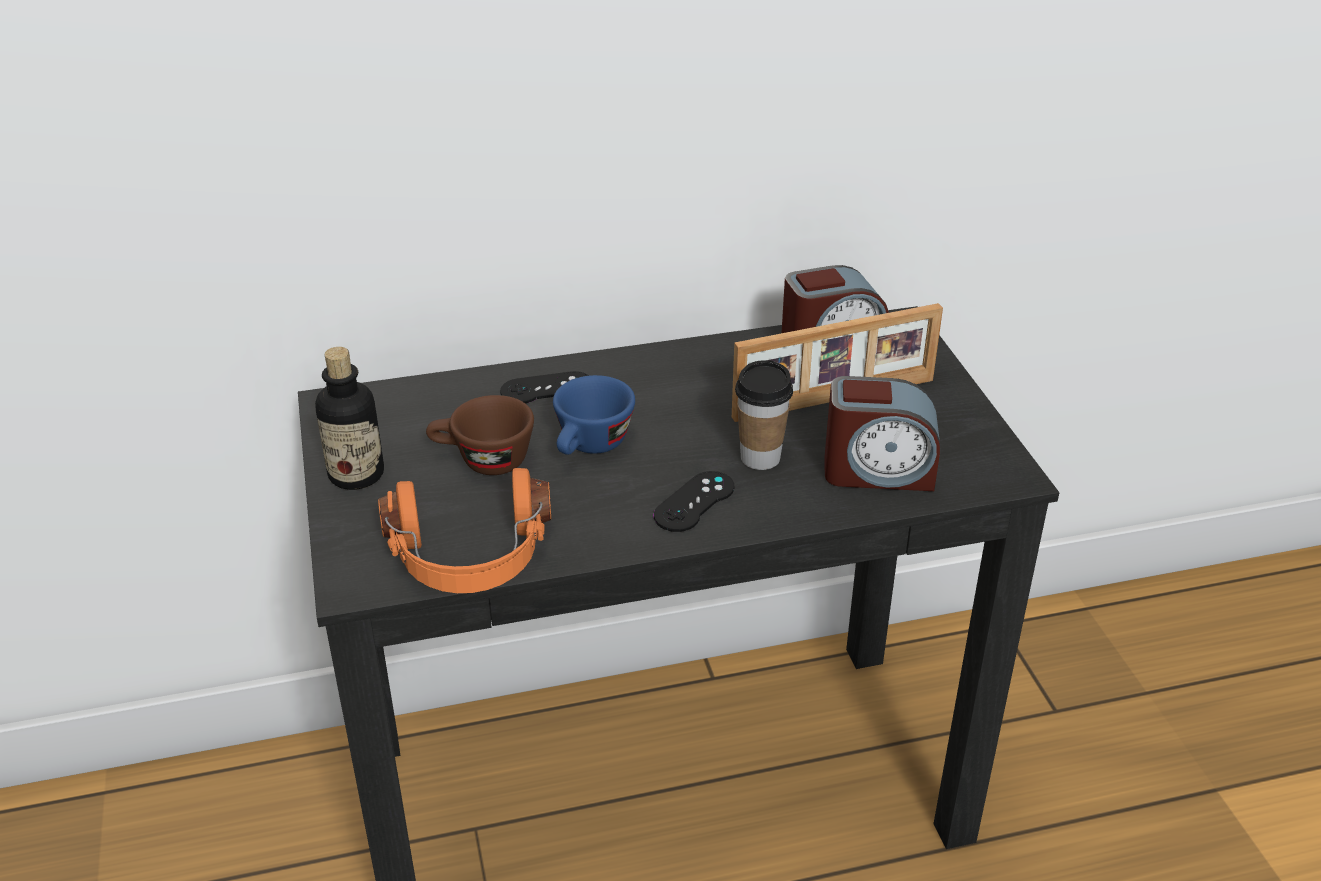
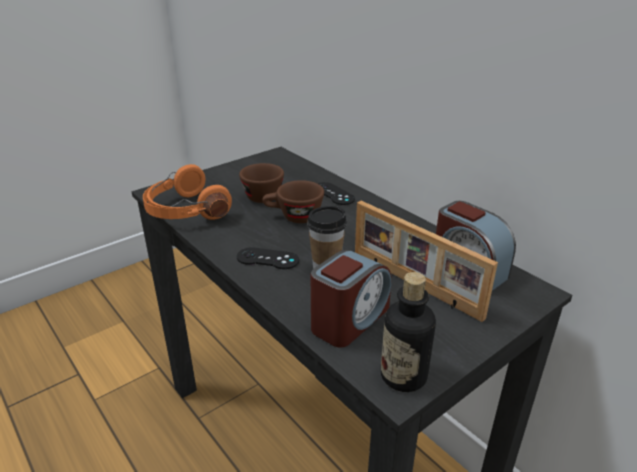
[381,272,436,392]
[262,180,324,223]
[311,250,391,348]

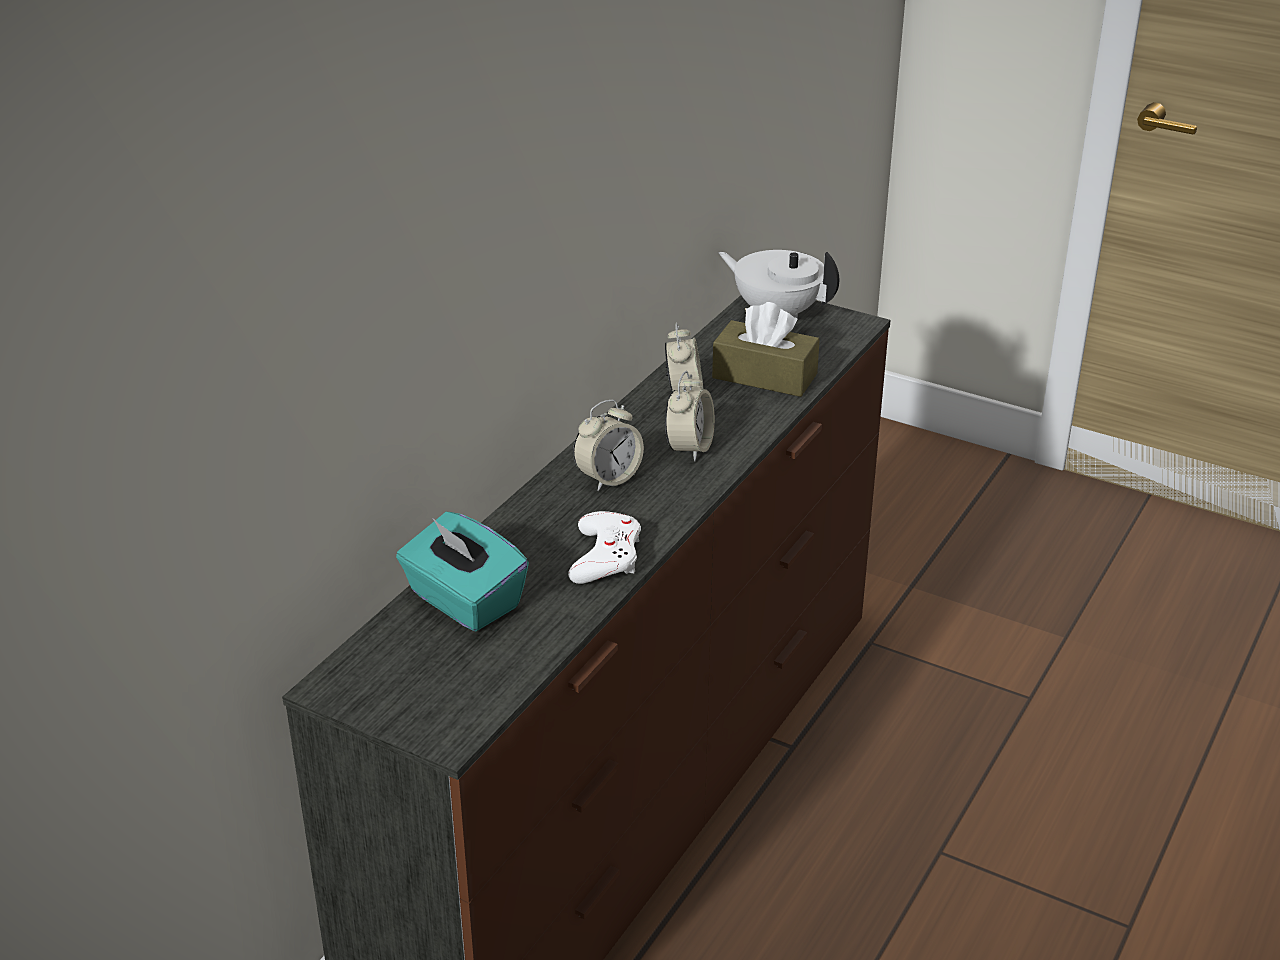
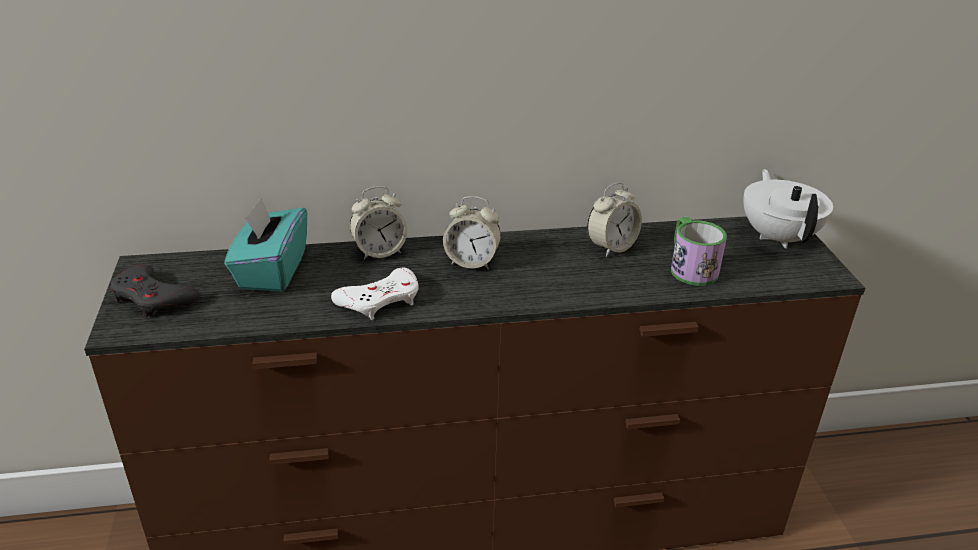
[671,217,727,286]
[350,186,407,260]
[110,264,200,318]

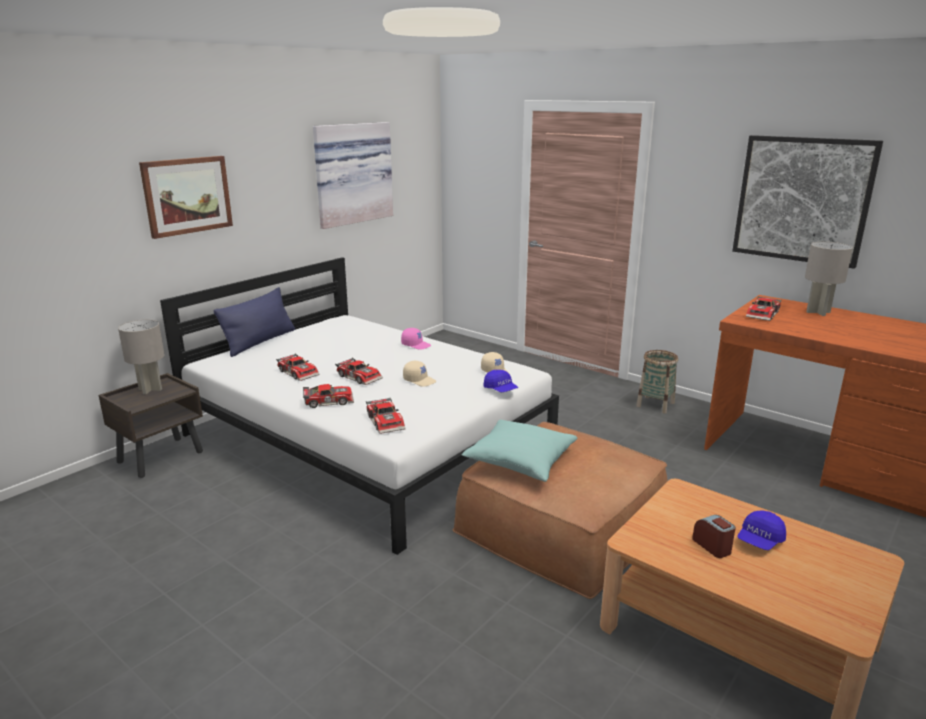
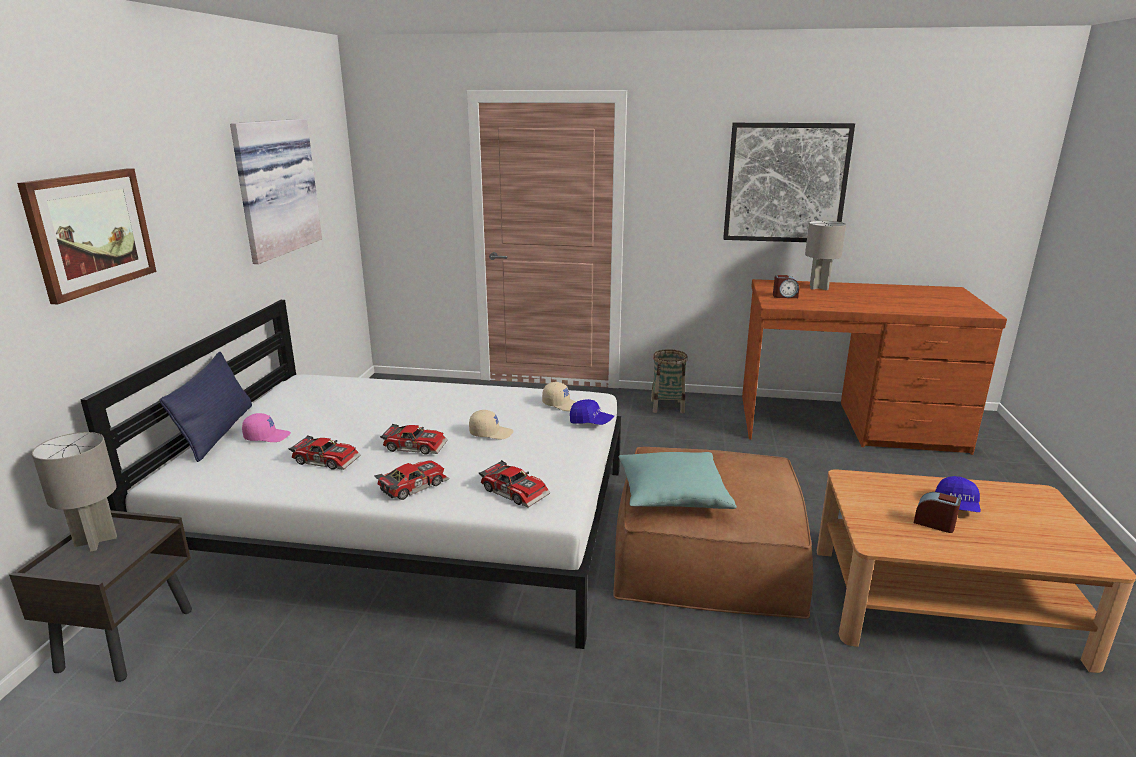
[773,275,799,298]
[242,413,291,442]

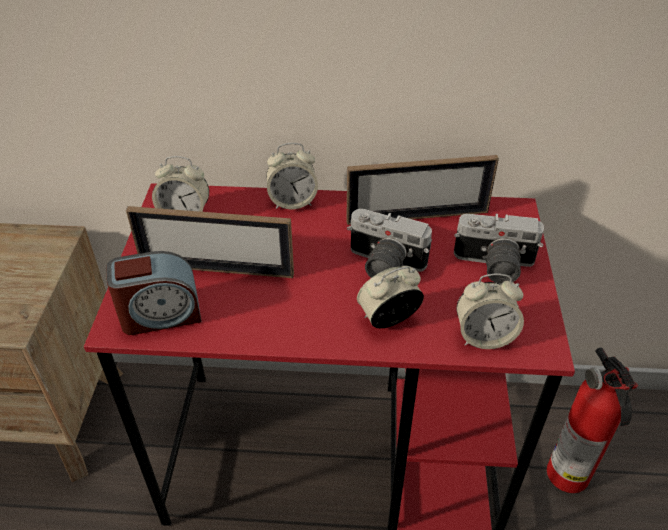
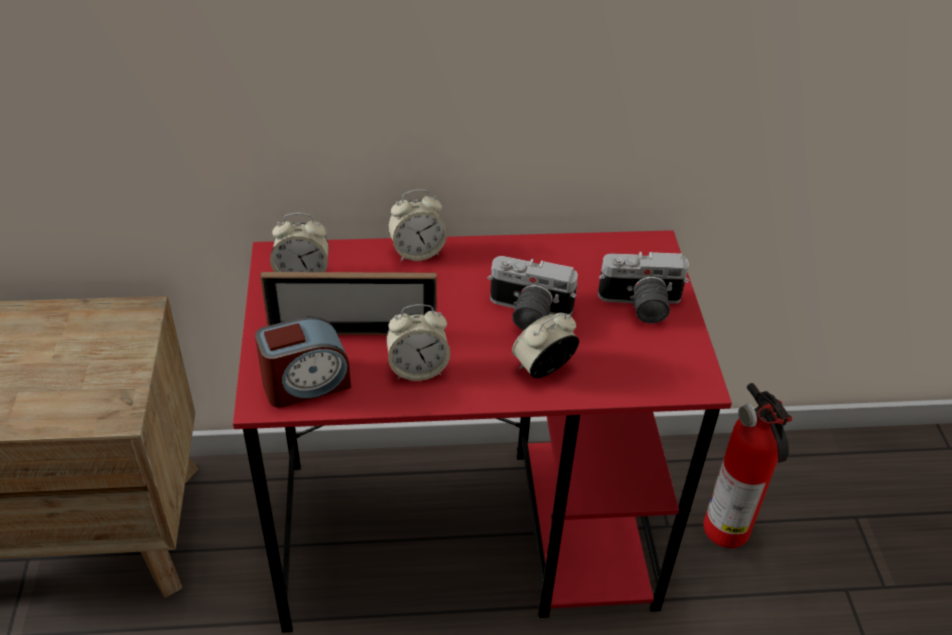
[346,155,499,225] (first image)
[386,304,450,381]

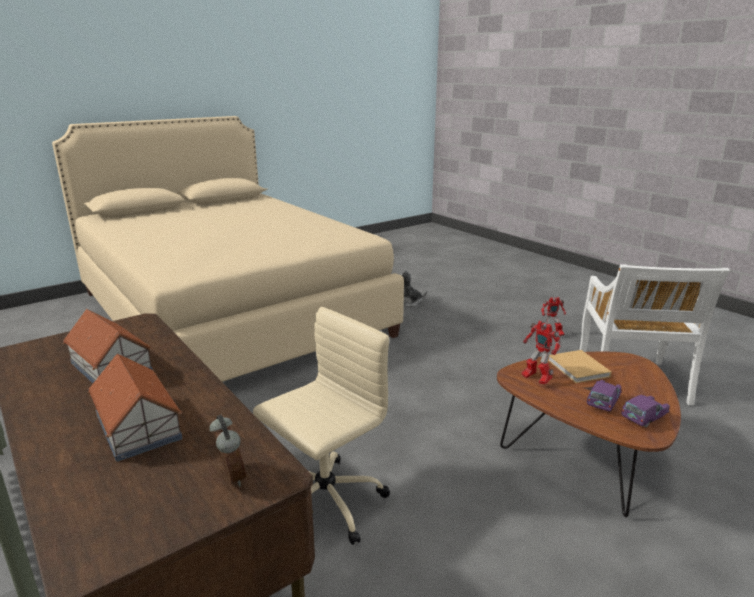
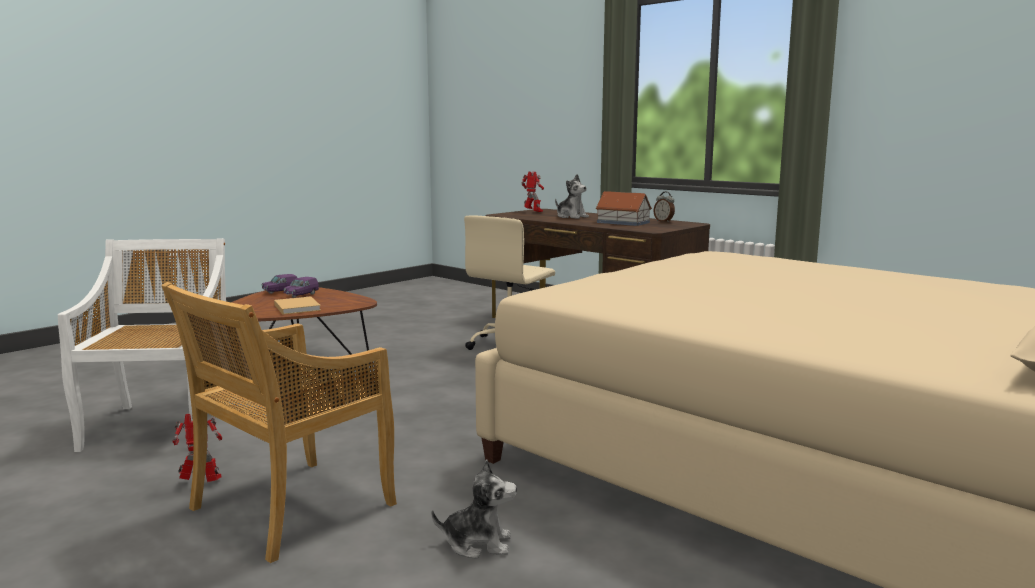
[522,171,544,212]
[555,174,589,219]
[654,191,675,222]
[161,282,397,563]

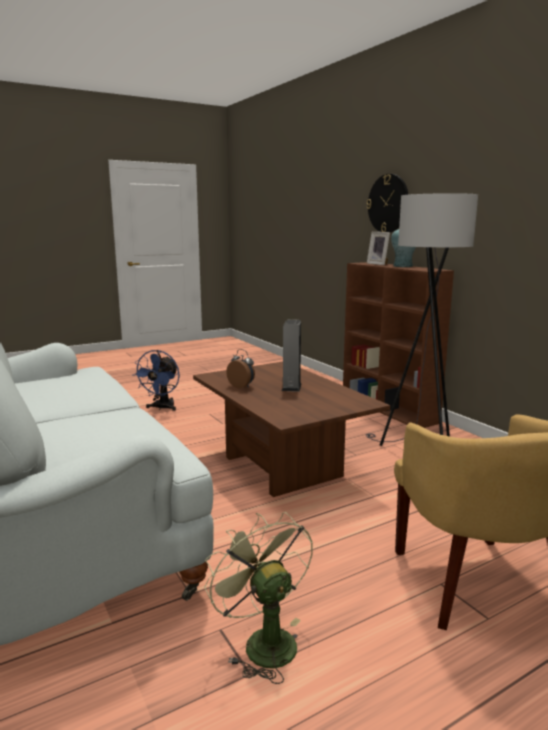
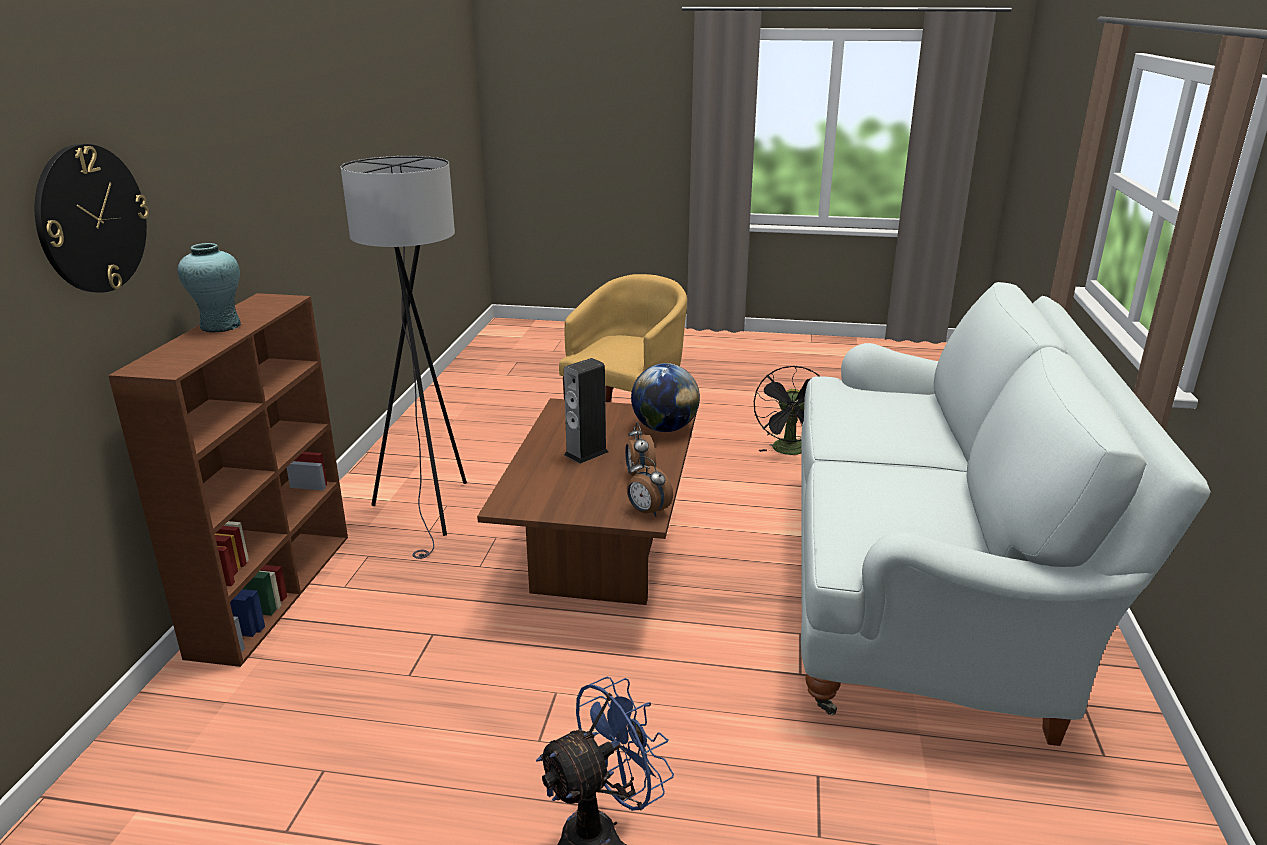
[367,232,390,265] (first image)
[754,366,819,455]
[631,363,700,432]
[627,456,673,517]

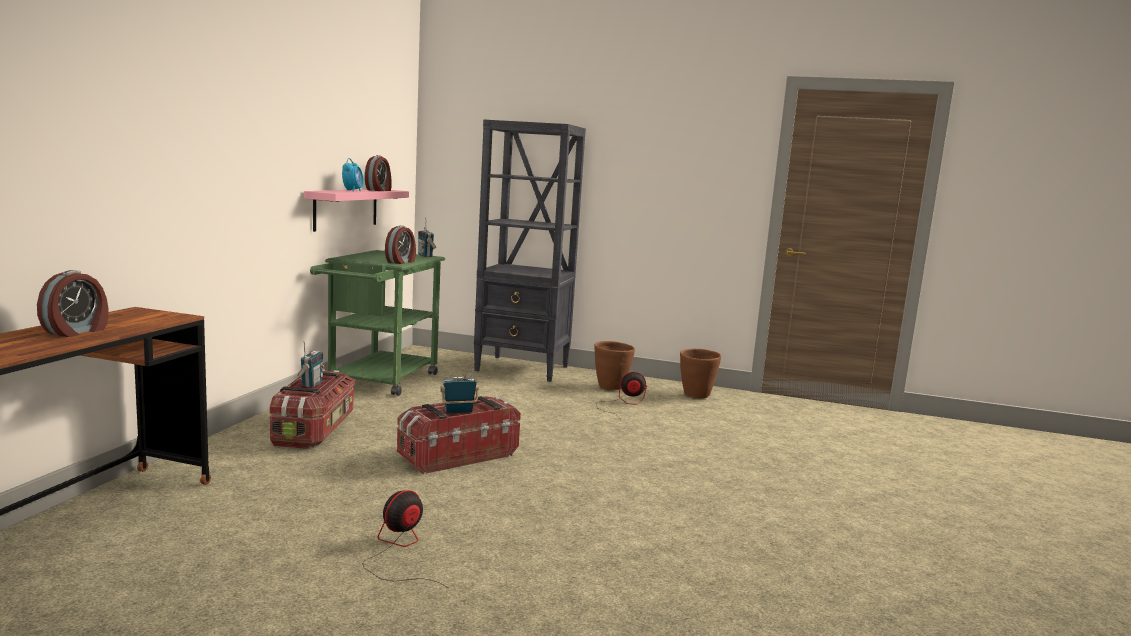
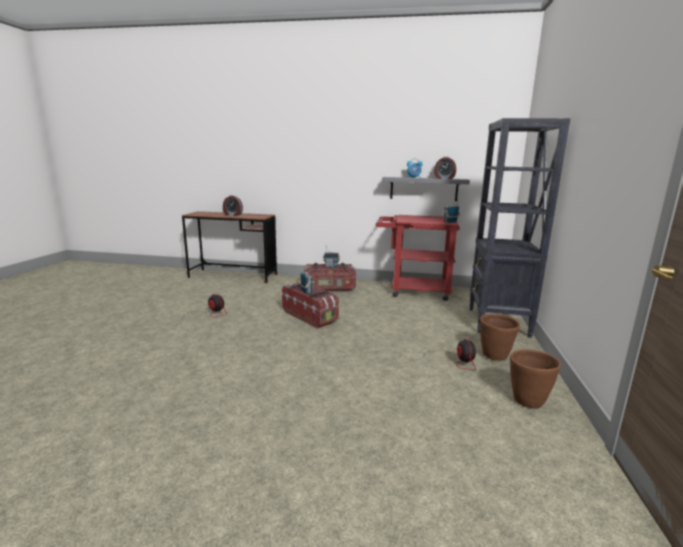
[382,177,470,201]
[385,225,416,264] (first image)
[376,215,460,301]

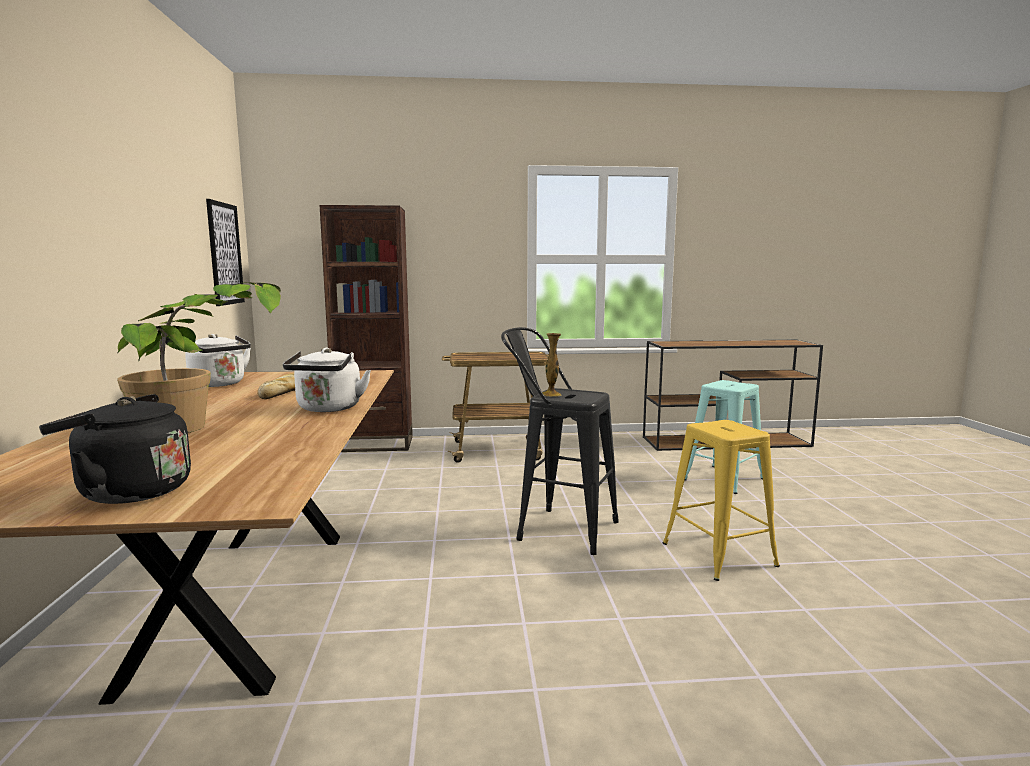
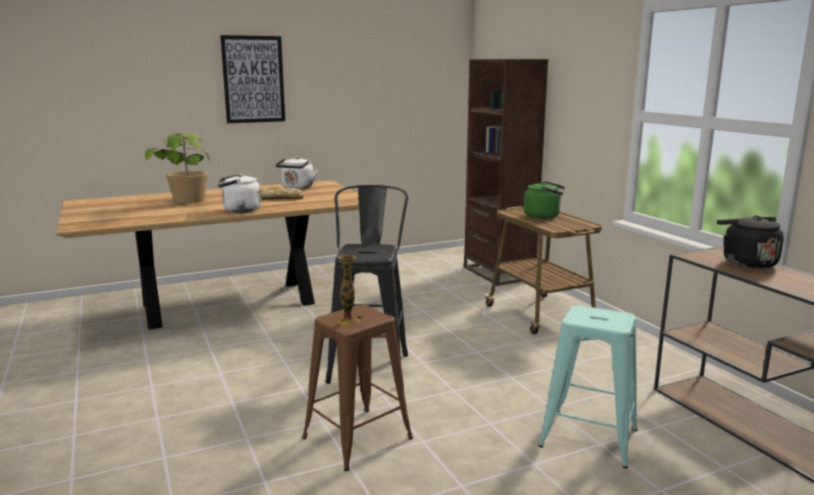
[220,35,285,123]
[336,255,360,326]
[717,215,784,269]
[302,305,413,471]
[524,181,565,219]

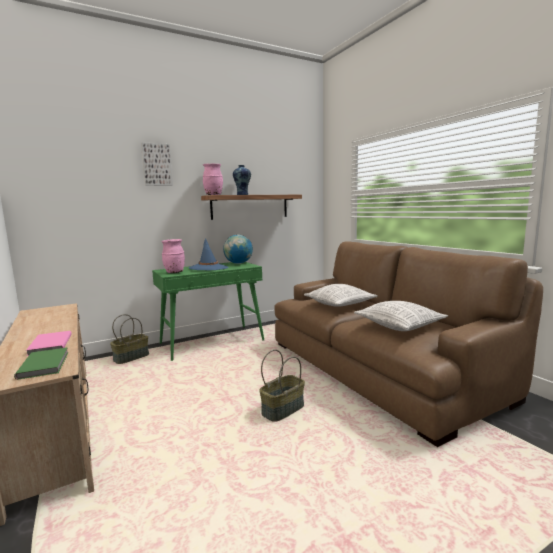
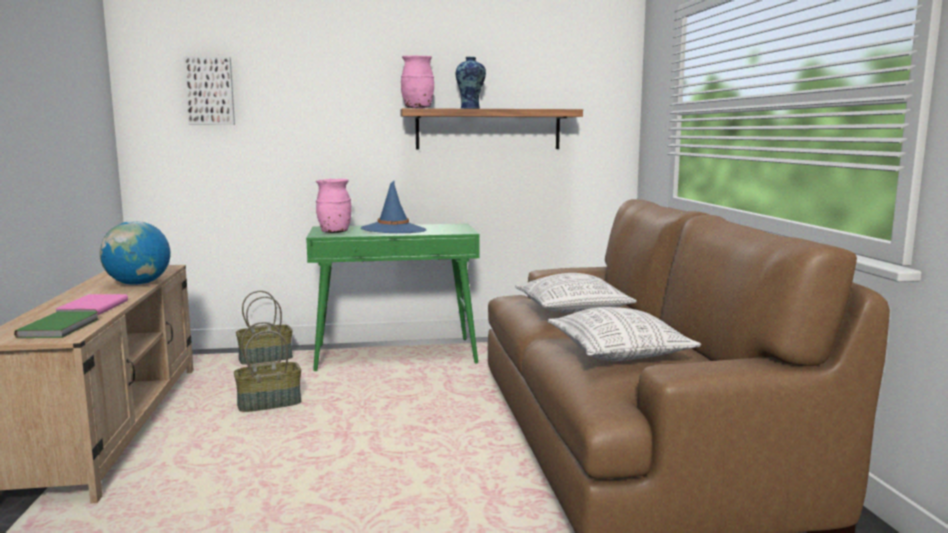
[183,56,235,125]
[100,221,171,285]
[234,322,301,412]

